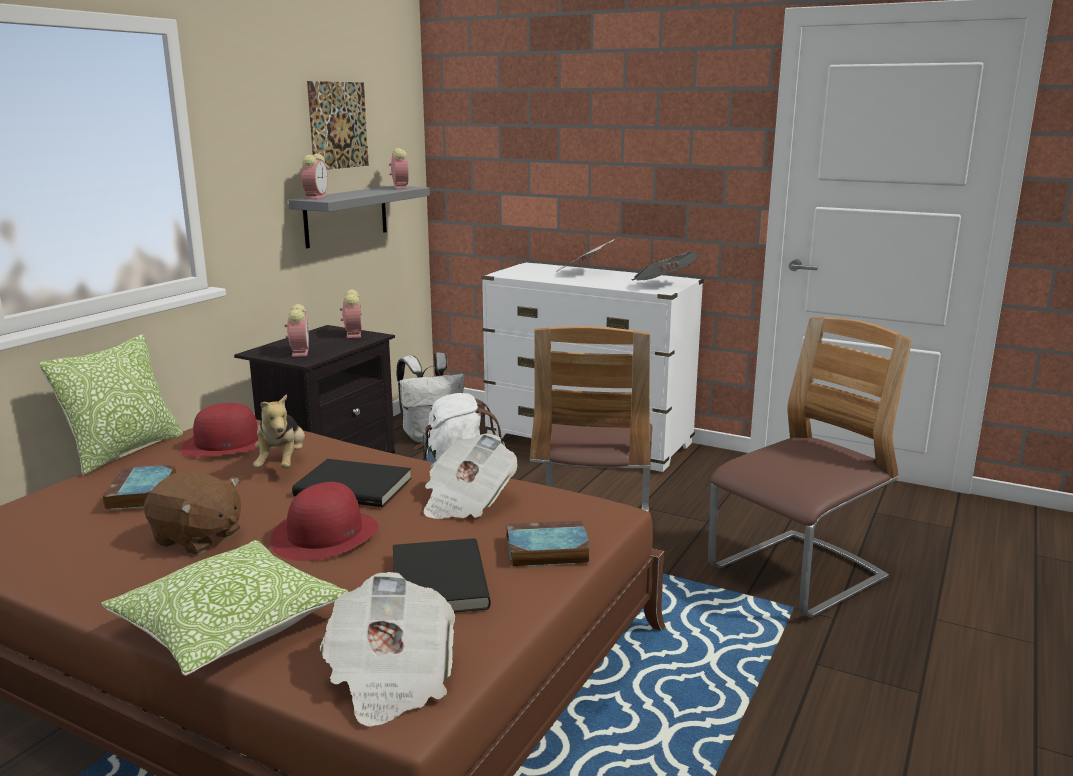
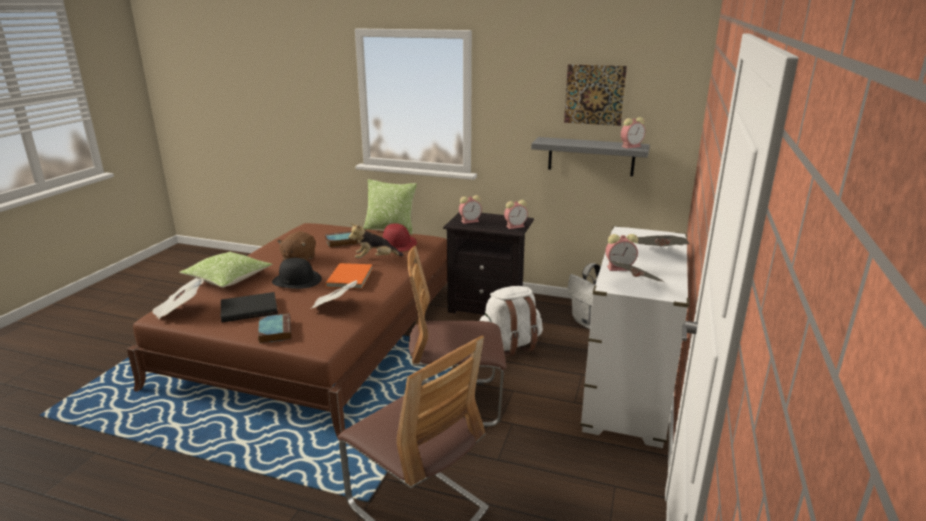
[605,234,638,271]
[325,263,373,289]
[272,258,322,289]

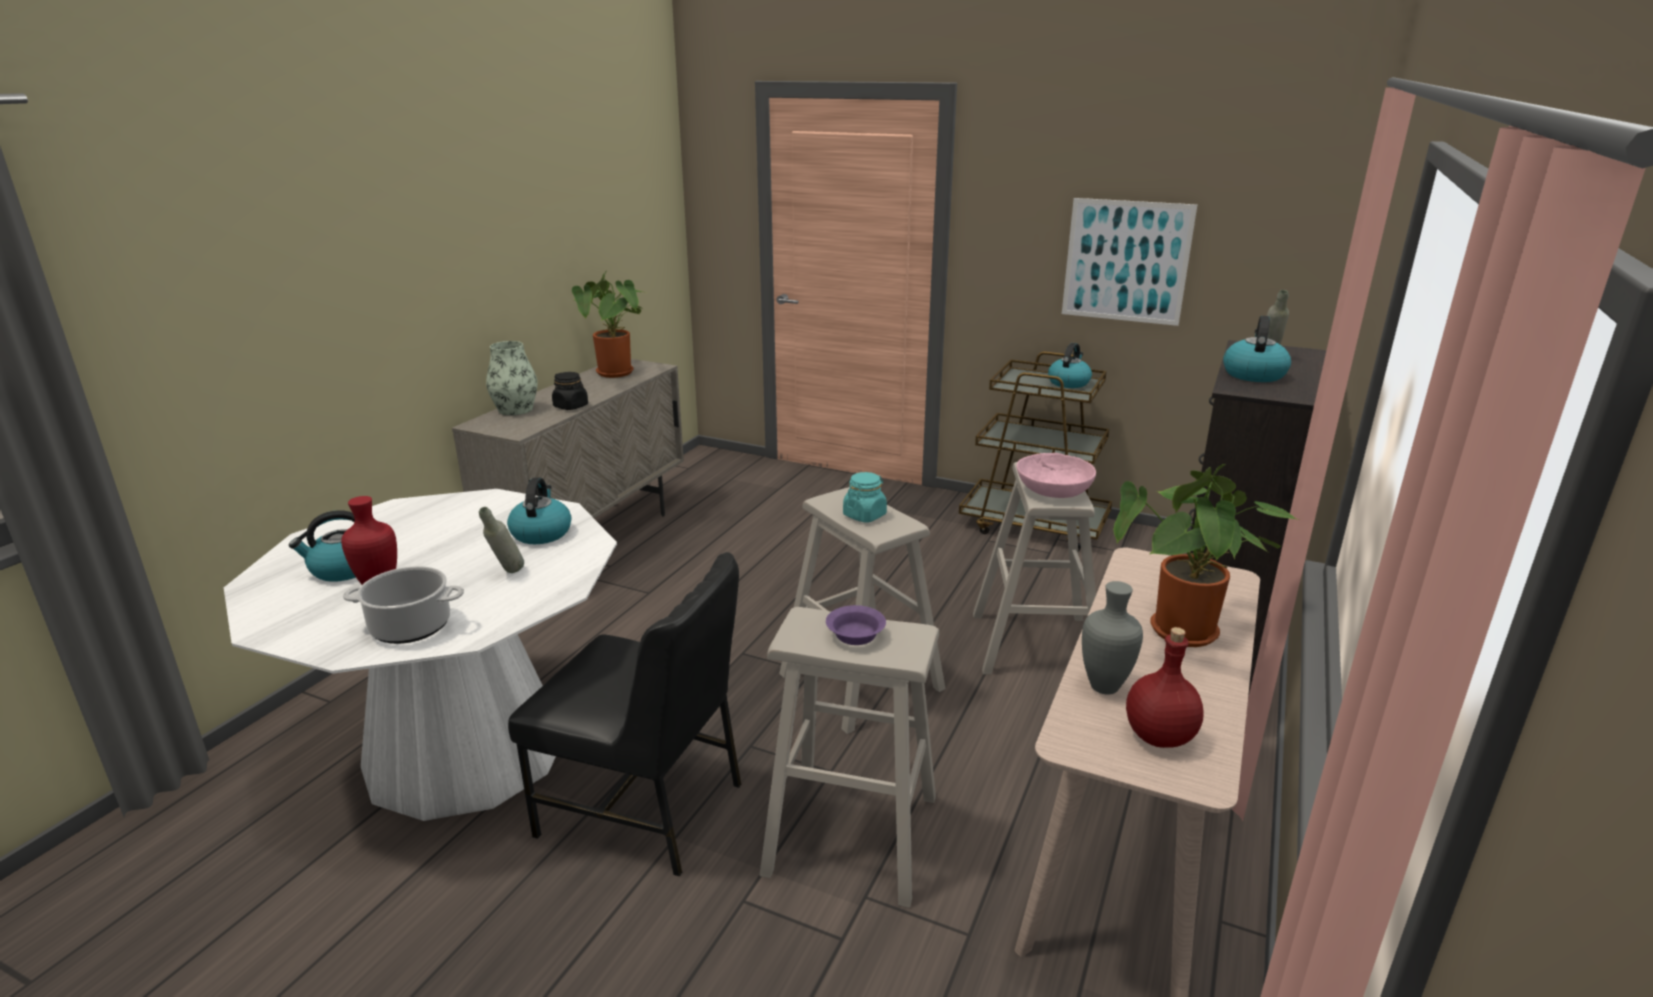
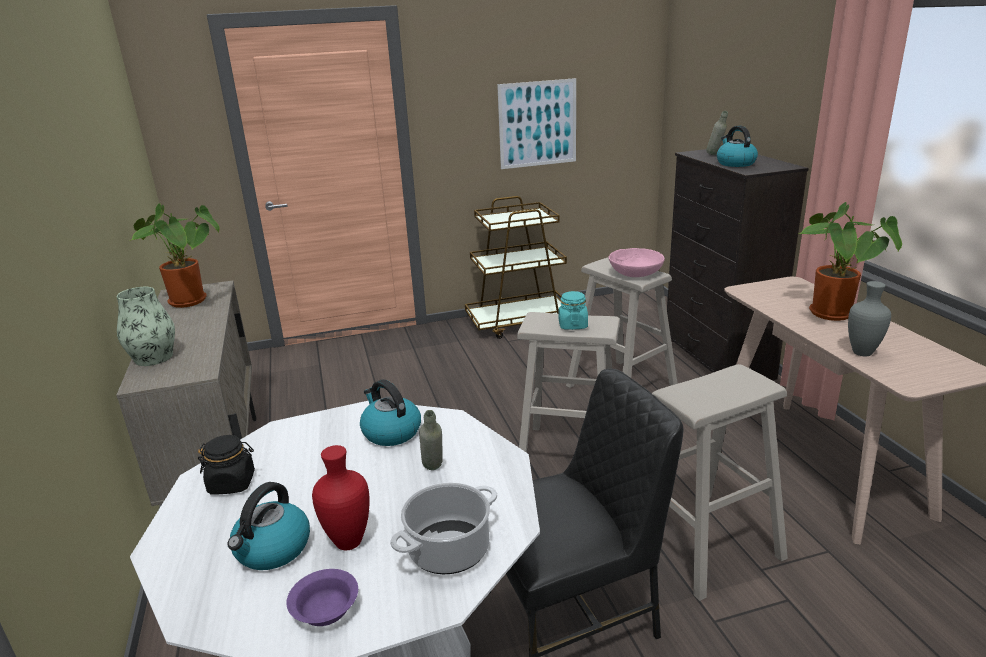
[1048,343,1092,388] (first image)
[198,435,255,495]
[286,569,358,626]
[1126,627,1204,748] (first image)

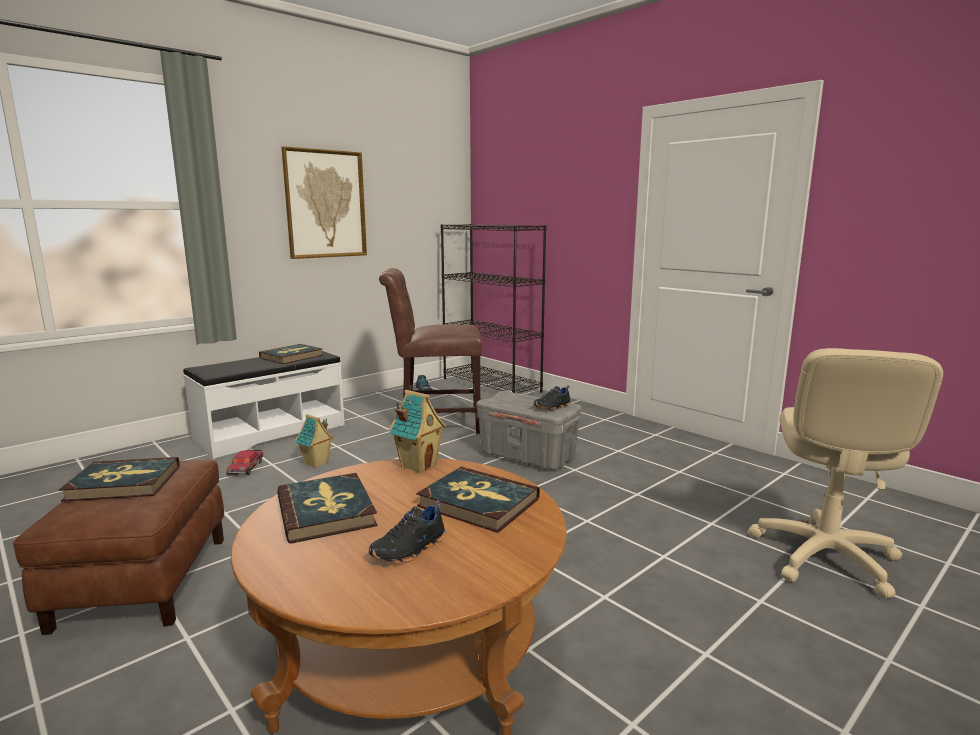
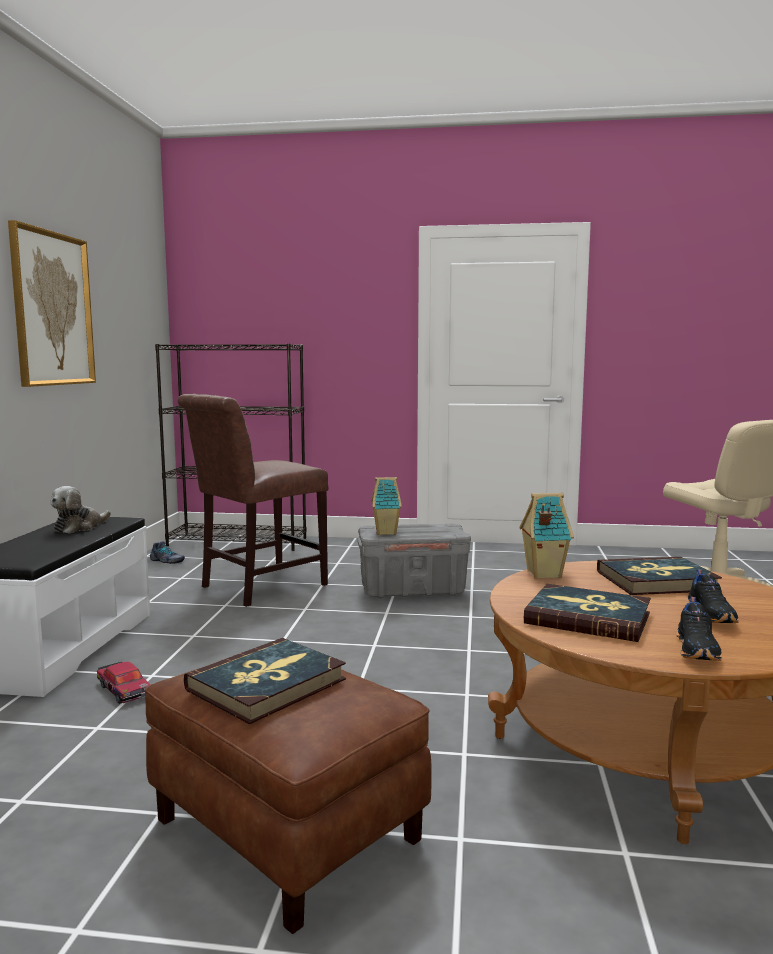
[51,486,111,533]
[676,597,722,661]
[371,477,402,535]

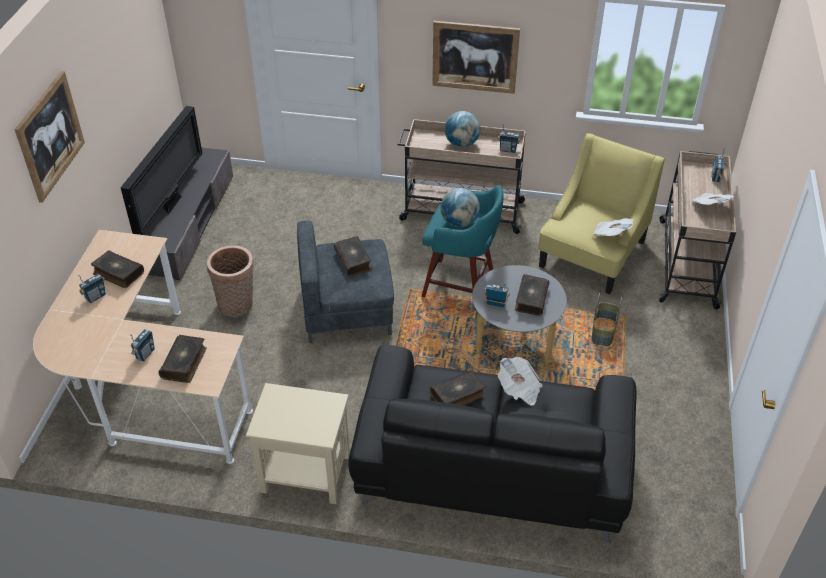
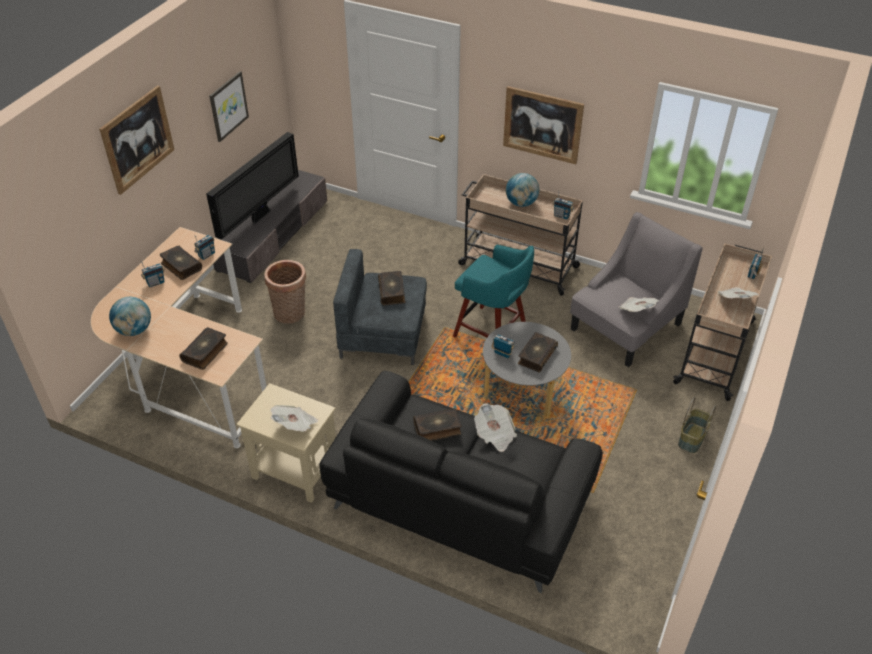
[570,212,703,367]
[109,297,151,336]
[678,397,716,453]
[194,235,215,260]
[209,71,249,142]
[270,405,318,432]

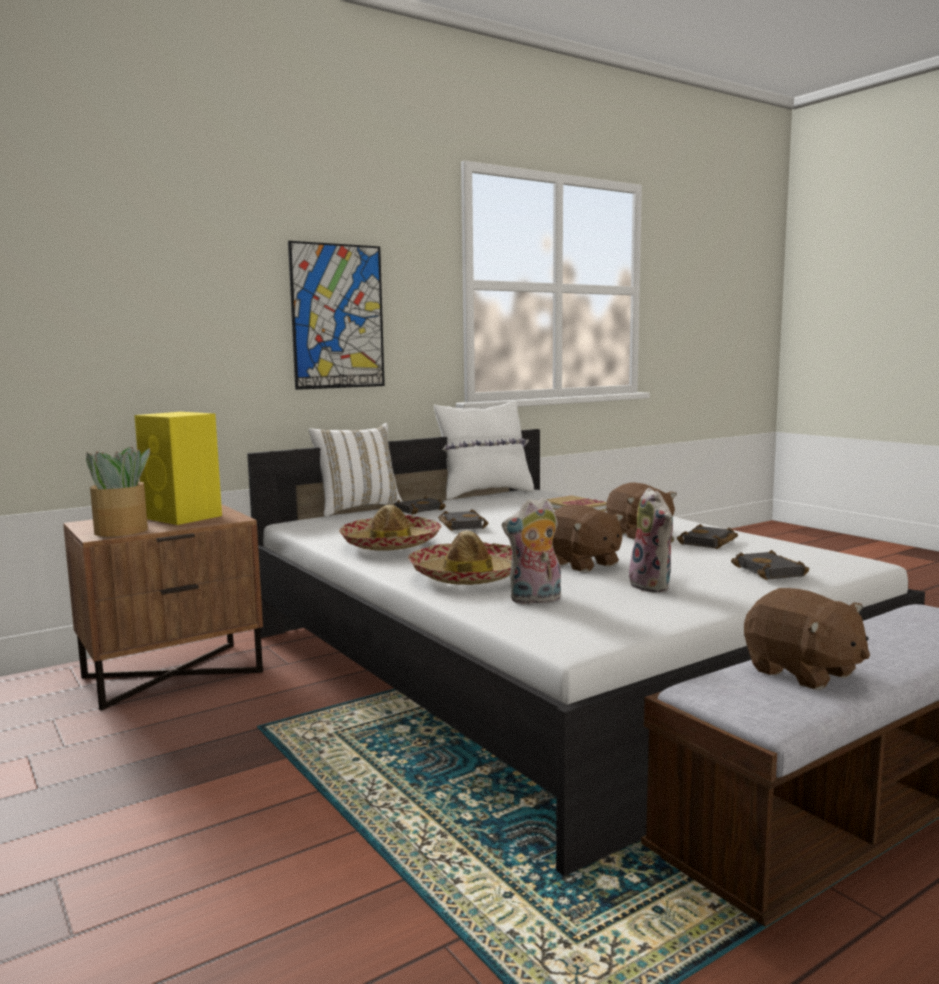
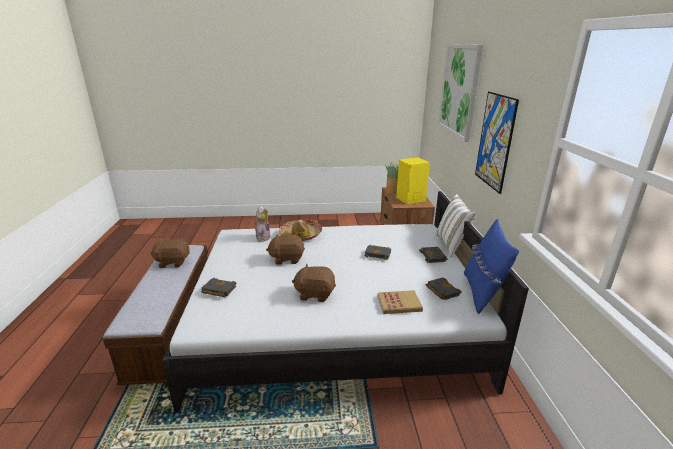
[464,219,519,314]
[629,488,674,592] (first image)
[339,505,441,551] (first image)
[426,278,462,300]
[438,44,483,142]

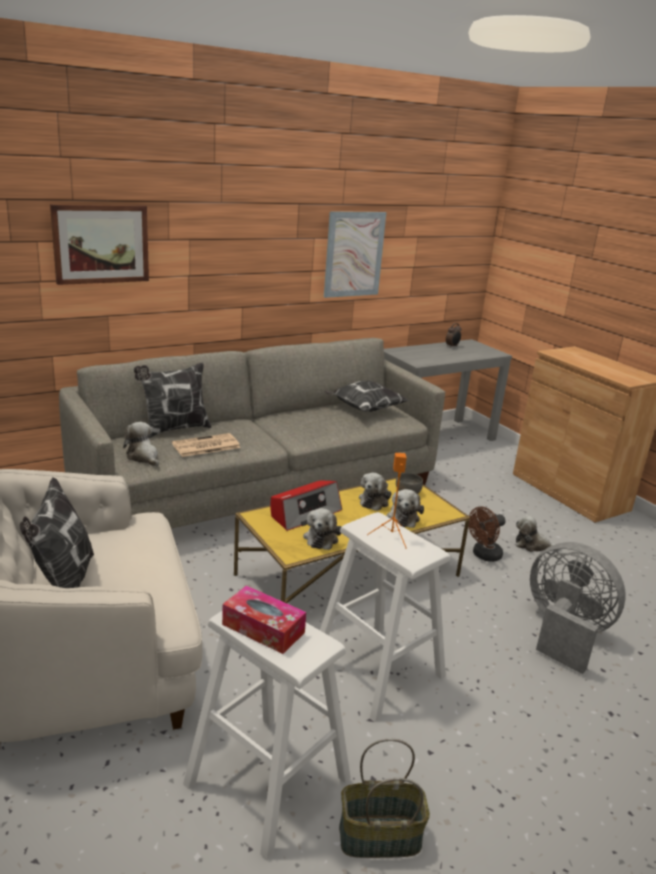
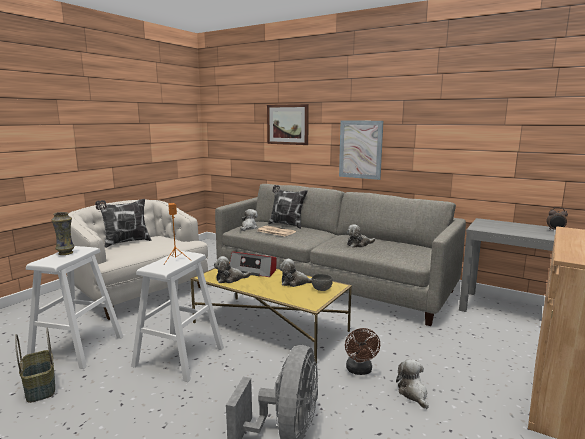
[339,121,383,180]
[324,381,409,412] (first image)
[347,224,375,248]
[345,328,380,375]
[52,212,74,255]

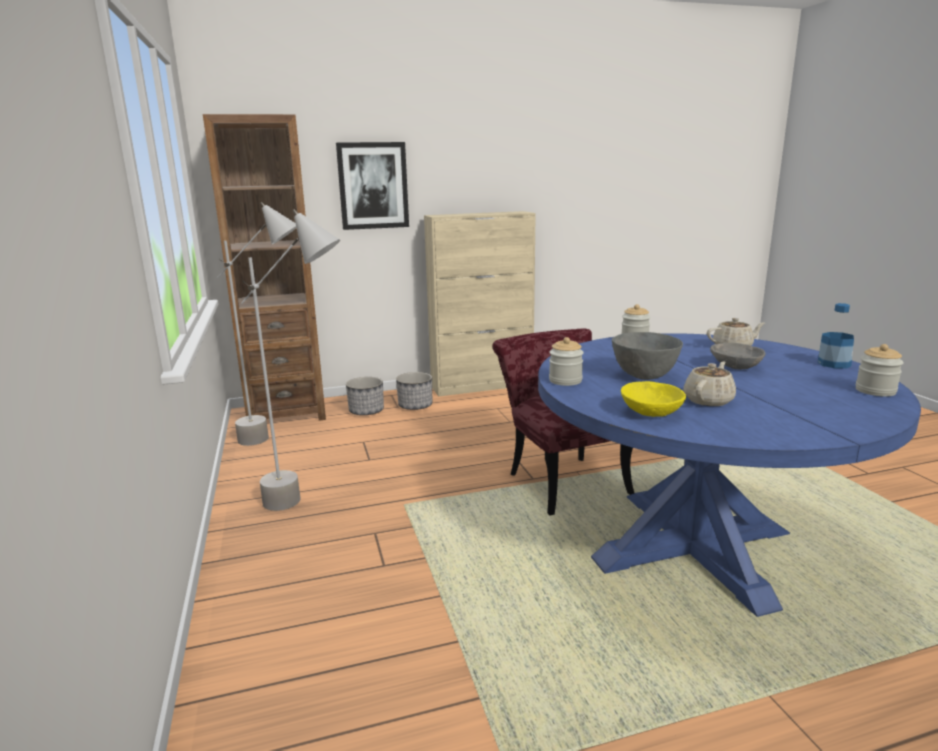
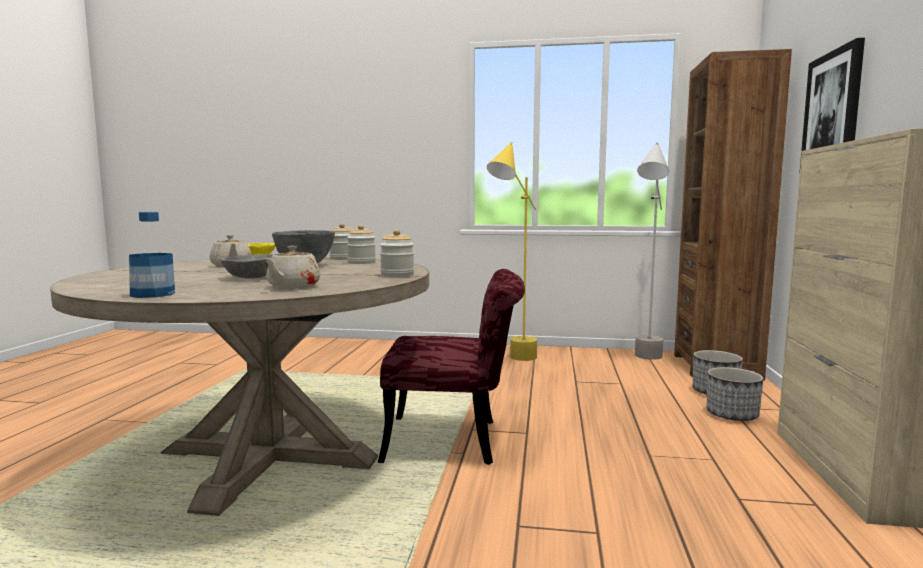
[487,142,537,361]
[50,257,429,516]
[347,225,376,264]

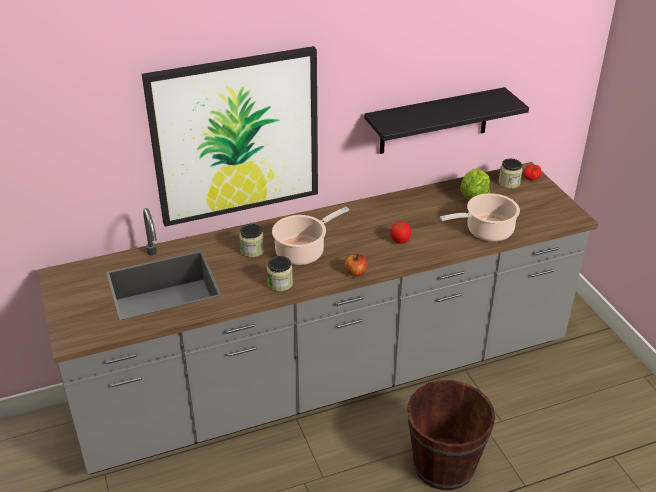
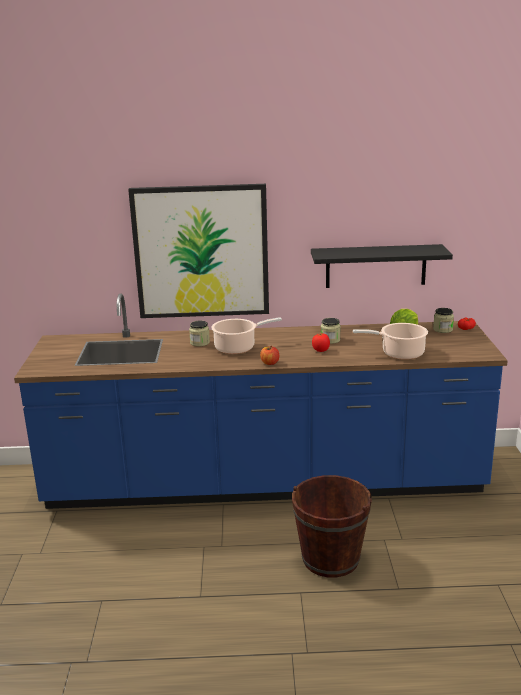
[14,293,508,509]
[321,318,341,344]

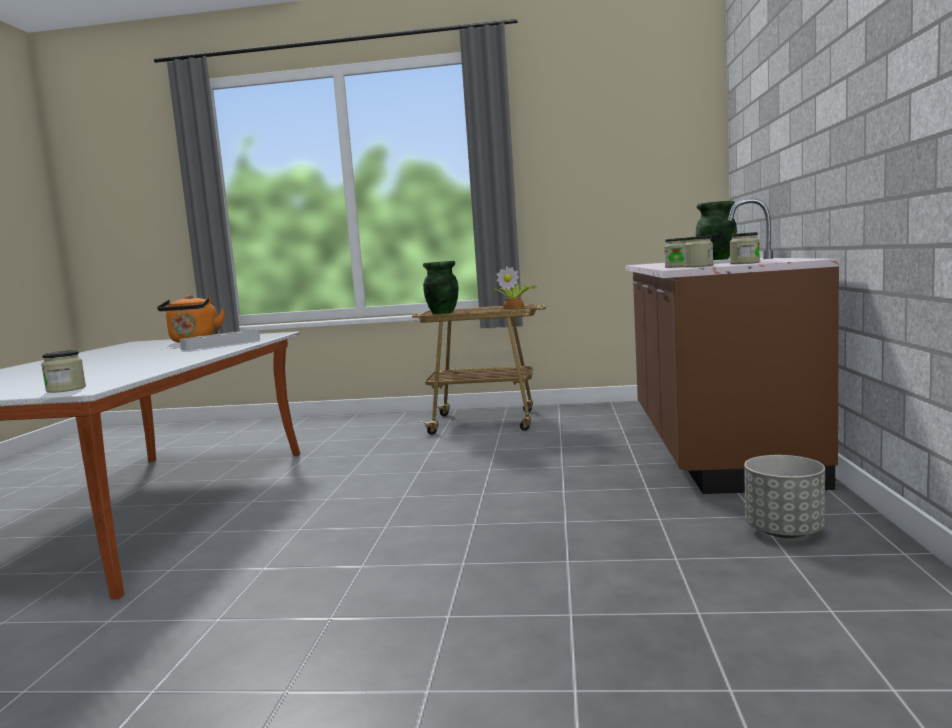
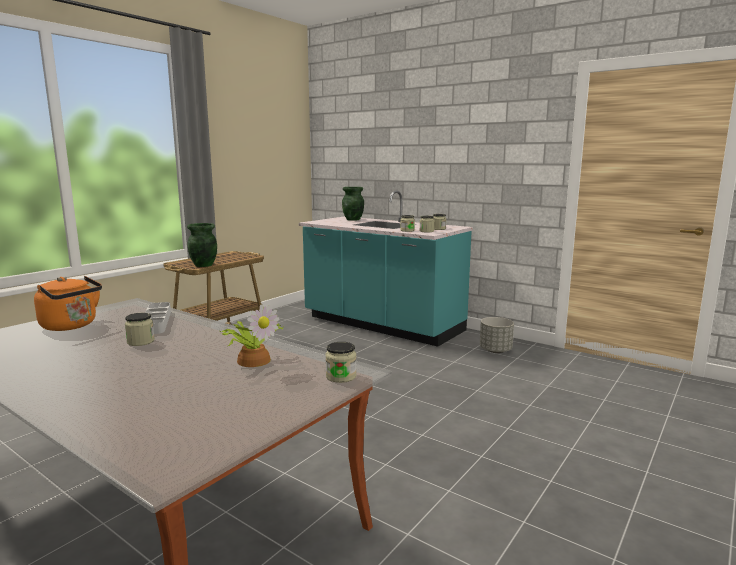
[299,190,473,347]
[219,304,284,367]
[125,313,155,346]

